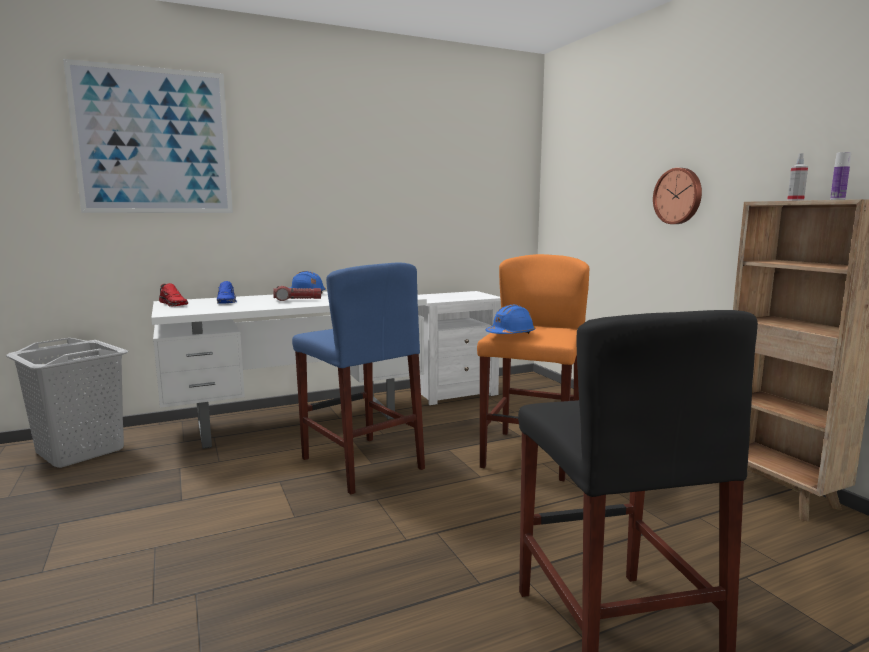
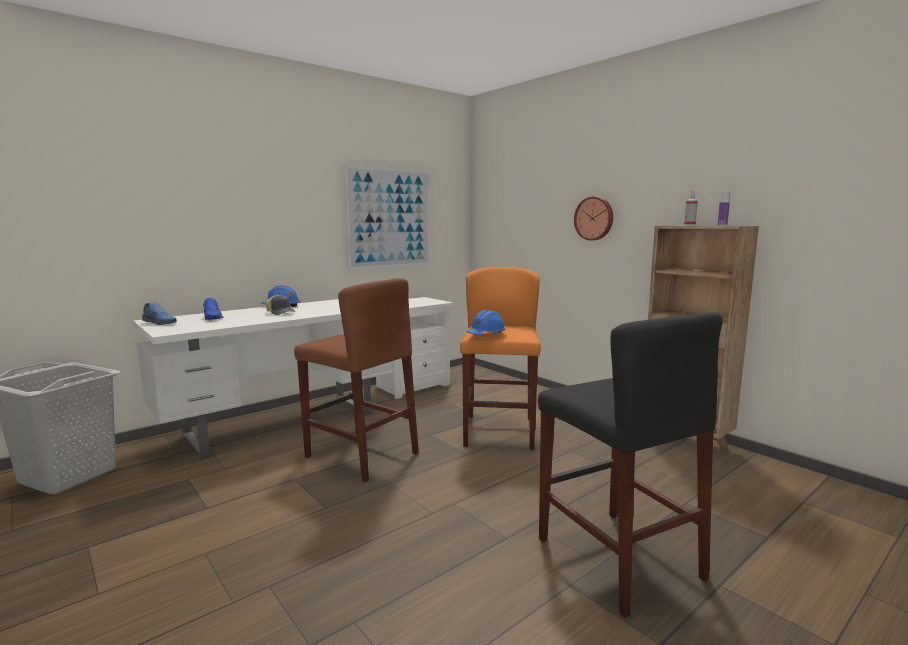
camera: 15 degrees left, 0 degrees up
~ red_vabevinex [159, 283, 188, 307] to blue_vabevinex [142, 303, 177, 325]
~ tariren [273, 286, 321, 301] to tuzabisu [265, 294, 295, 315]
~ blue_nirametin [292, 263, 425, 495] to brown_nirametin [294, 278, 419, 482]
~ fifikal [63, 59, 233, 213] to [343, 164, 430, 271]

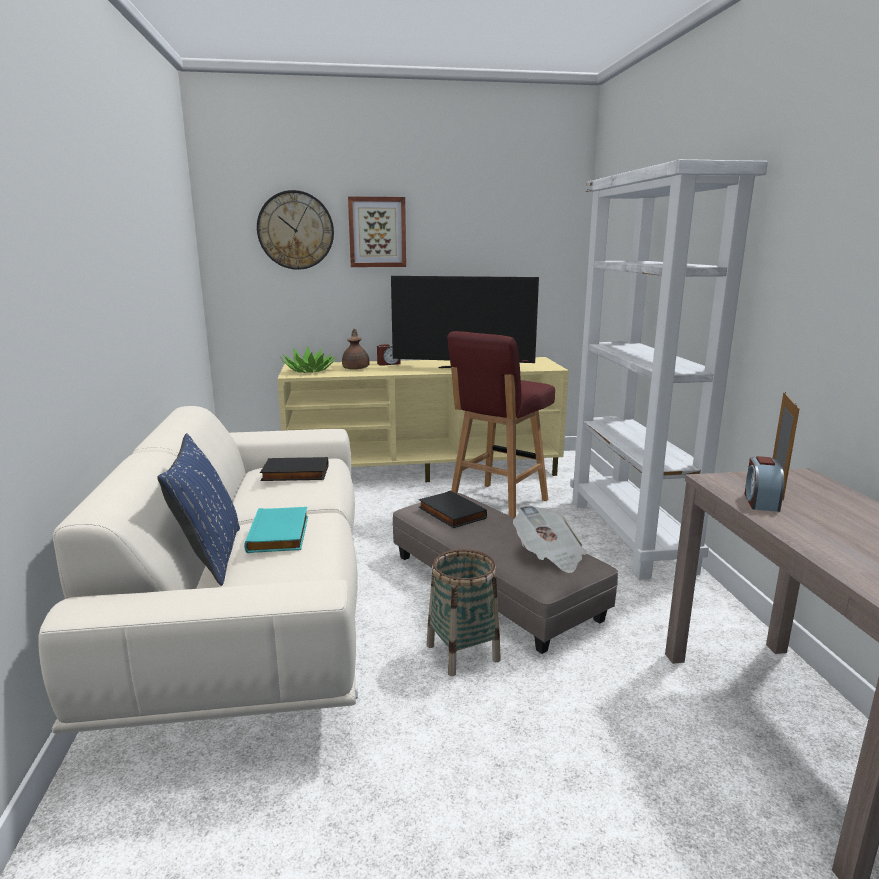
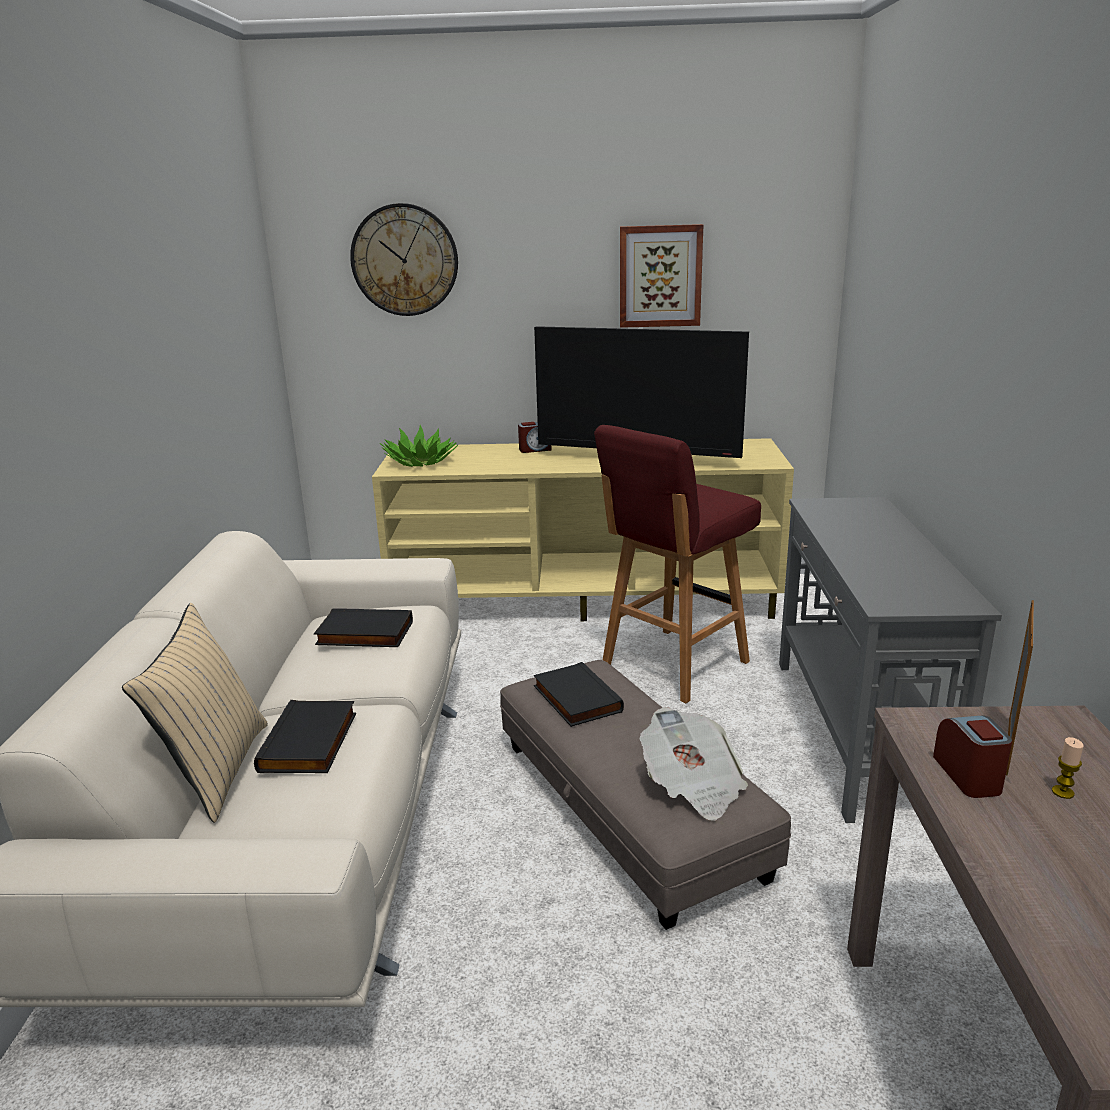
camera: 10 degrees right, 5 degrees up
~ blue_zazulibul [157, 433, 240, 586] to beige_zazulibul [122, 603, 268, 823]
~ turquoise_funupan [244, 507, 308, 553] to black_funupan [254, 700, 356, 773]
~ fifikal [348, 196, 406, 267] to [620, 224, 703, 328]
~ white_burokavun [570, 159, 768, 580] to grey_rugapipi [779, 497, 1002, 823]
~ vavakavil [745, 456, 785, 512] = [933, 715, 1012, 798] 150 degrees clockwise
+ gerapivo [1052, 737, 1083, 799]
- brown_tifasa [342, 329, 370, 370]
- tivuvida [427, 549, 501, 676]

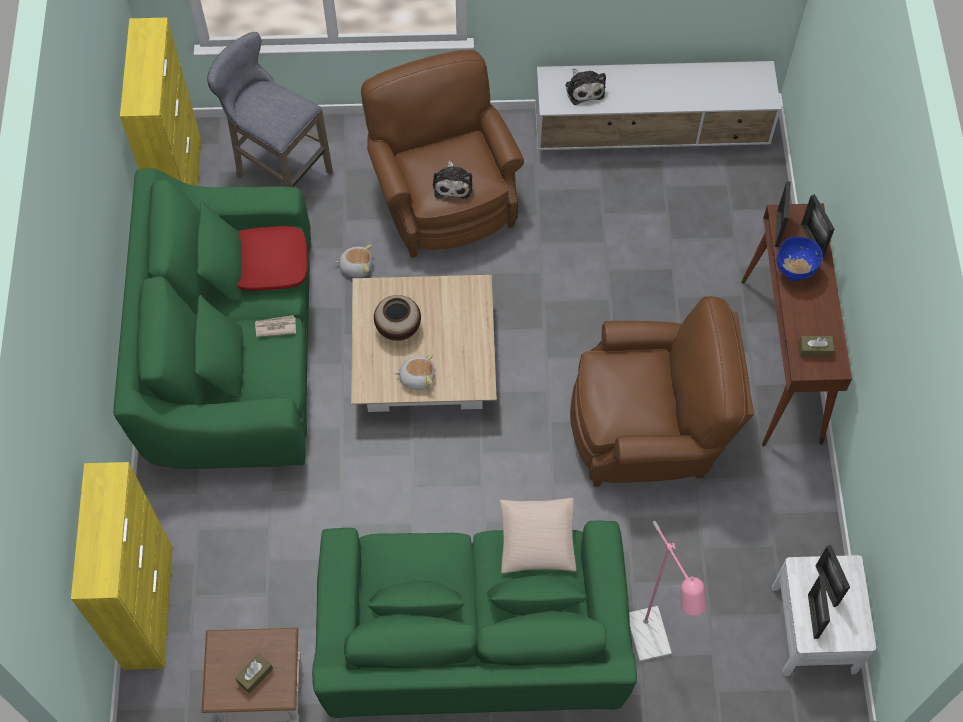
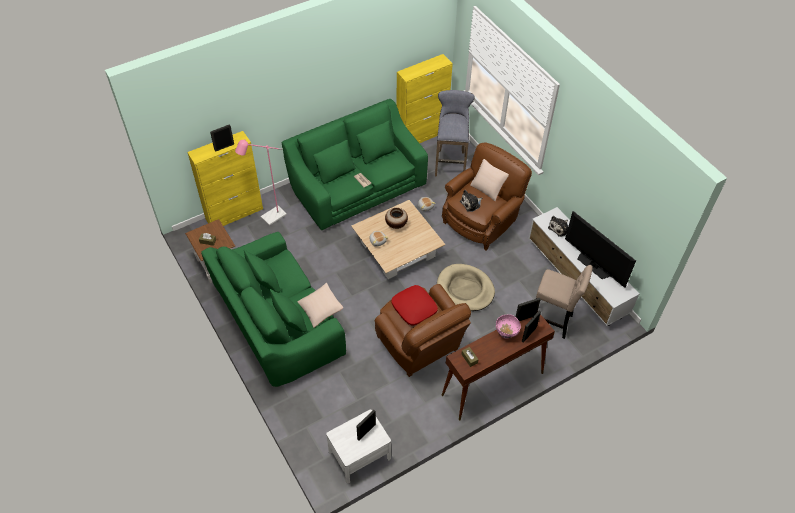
camera: 60 degrees right, 10 degrees down
~ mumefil [808, 575, 830, 639] to [210, 124, 234, 152]
~ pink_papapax [629, 521, 707, 662] to [235, 140, 287, 226]
~ red_zazulibul [237, 226, 308, 291] to [392, 285, 438, 325]
+ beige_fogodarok [437, 264, 495, 311]
+ beige_zazulibul [470, 159, 509, 201]
~ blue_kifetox [777, 237, 823, 281] to pink_kifetox [496, 315, 521, 339]
+ beige_nirametin [536, 265, 593, 339]
+ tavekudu [565, 211, 636, 288]

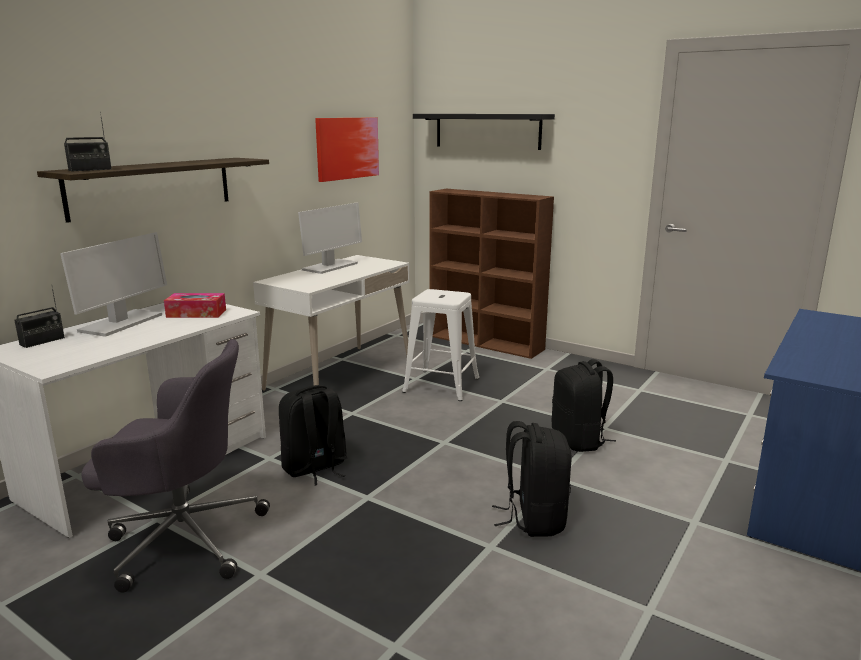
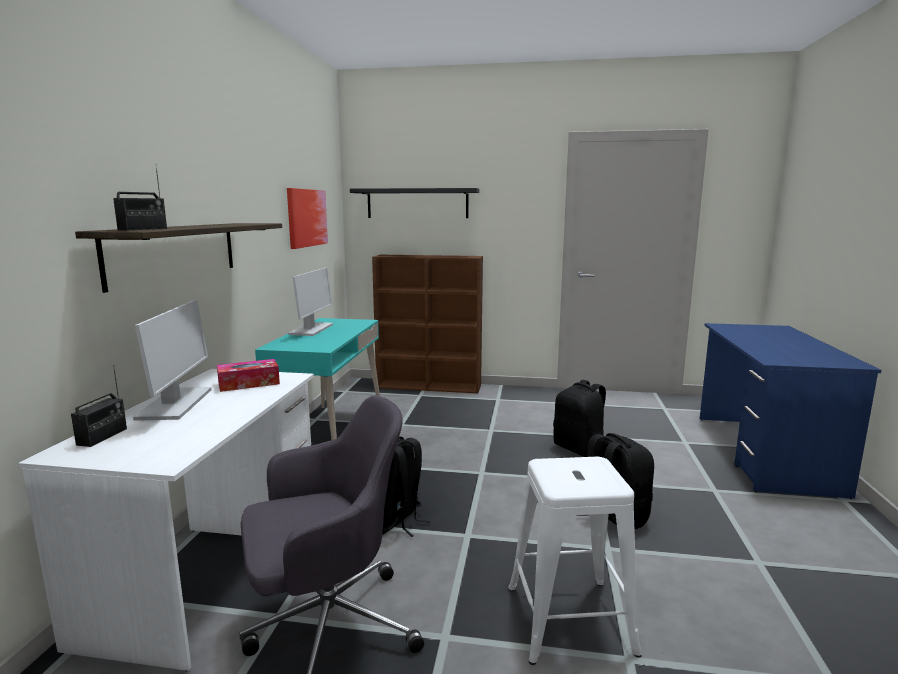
camera: 25 degrees left, 5 degrees down
~ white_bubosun [253, 255, 410, 391] to turquoise_bubosun [255, 318, 380, 440]
~ white_nirametin [402, 289, 479, 401] to [508, 457, 642, 665]

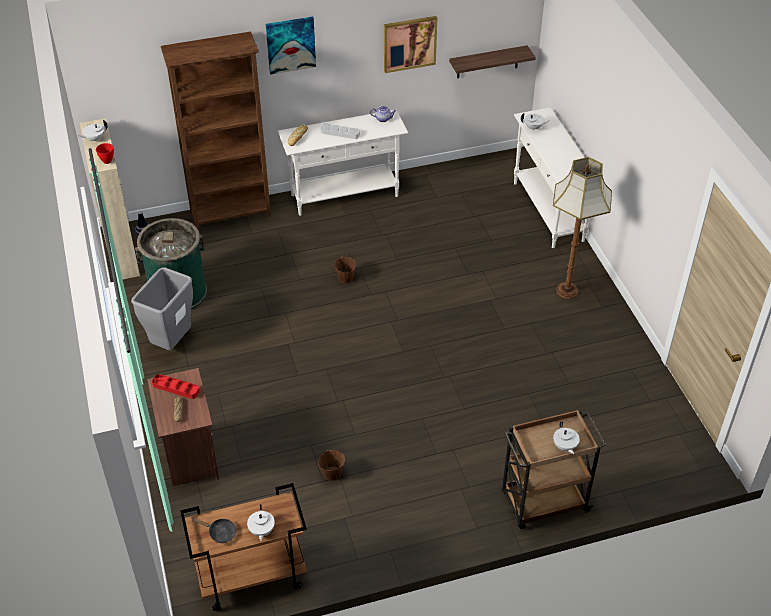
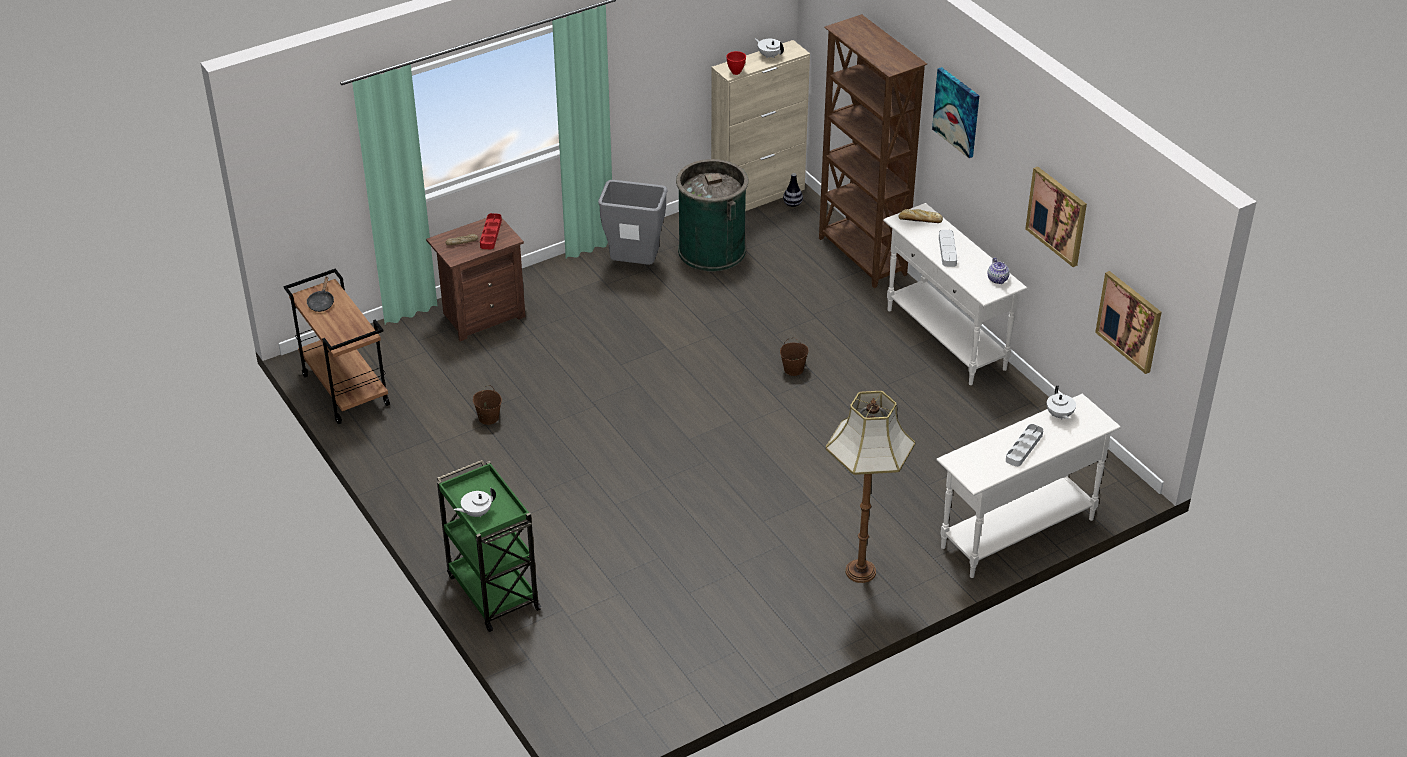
camera: 75 degrees right, 5 degrees down
~ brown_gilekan [502, 409, 606, 529] to green_gilekan [437, 460, 542, 632]
+ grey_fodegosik [1006, 424, 1043, 467]
~ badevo [449, 45, 536, 78] to fifikal [1095, 271, 1162, 374]
- white_tifasa [247, 504, 275, 541]

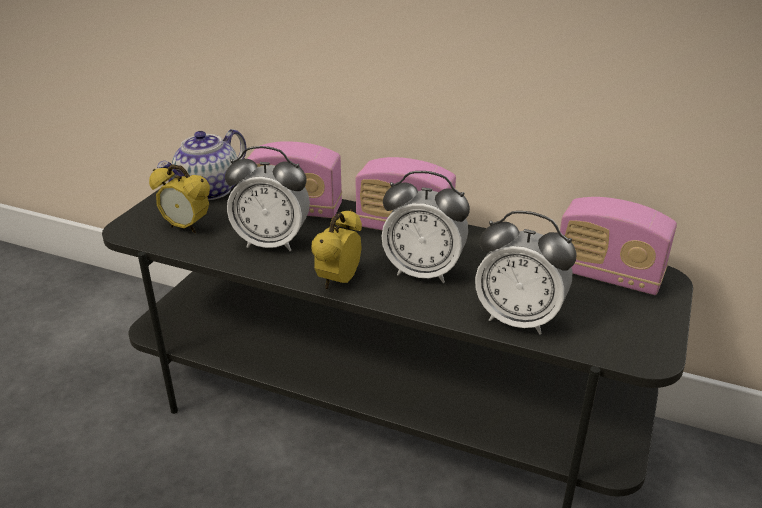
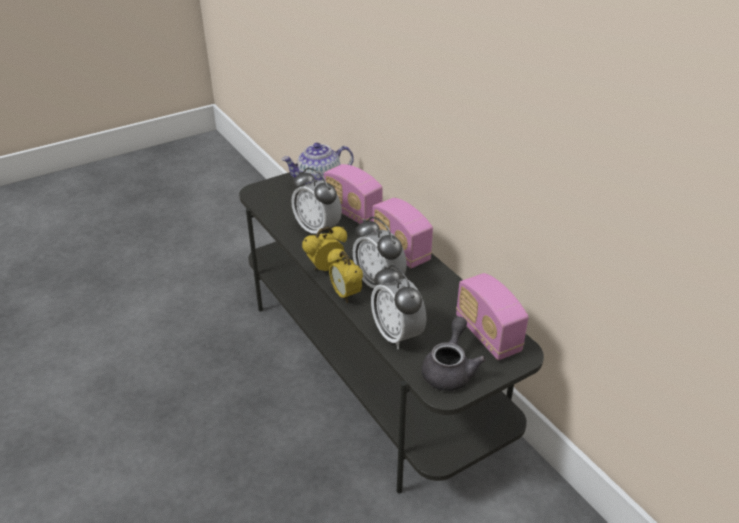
camera: 35 degrees right, 5 degrees up
~ vavakavil [149, 164, 210, 233] to [327, 248, 363, 303]
+ grey_tifasa [422, 316, 486, 391]

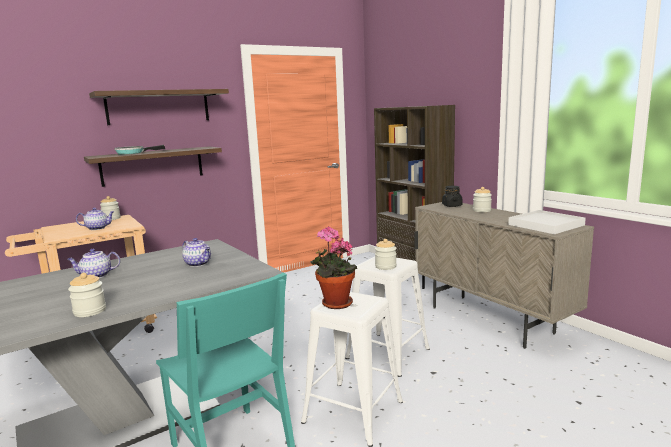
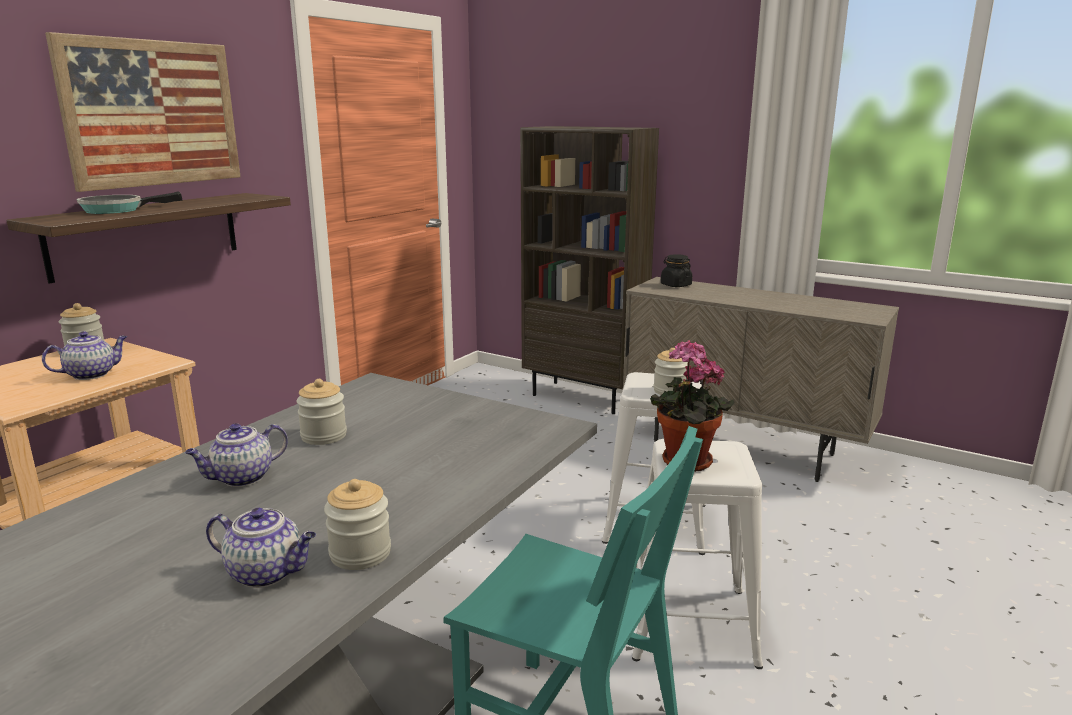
camera: 25 degrees left, 5 degrees up
~ badevo [89, 89, 229, 125] to fifikal [45, 32, 240, 192]
~ tifasa [182, 238, 211, 267] to [206, 508, 316, 588]
~ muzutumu [473, 187, 492, 212] to [297, 379, 347, 445]
- white_fodegosik [508, 210, 586, 234]

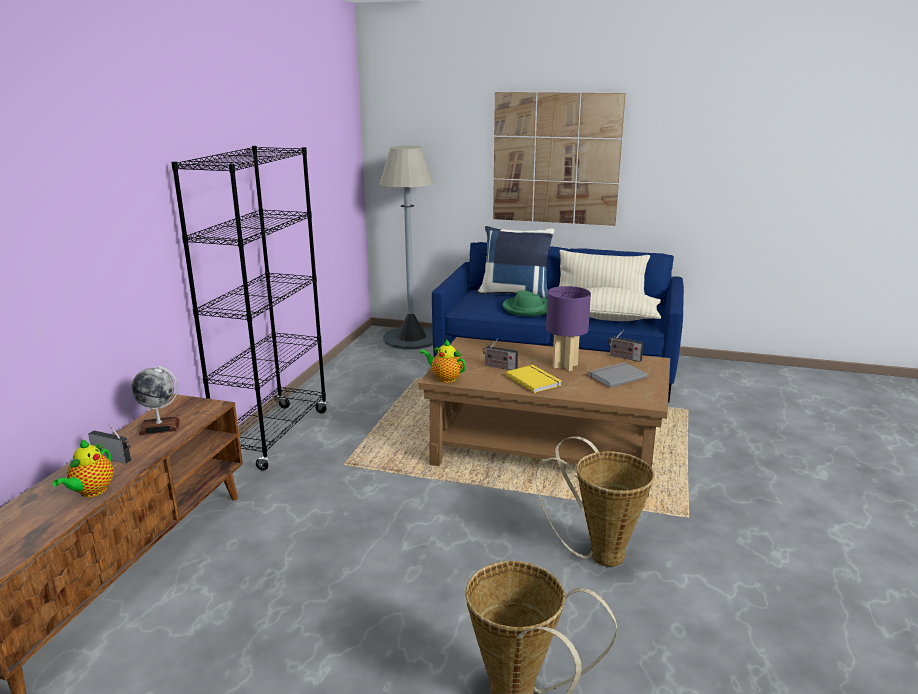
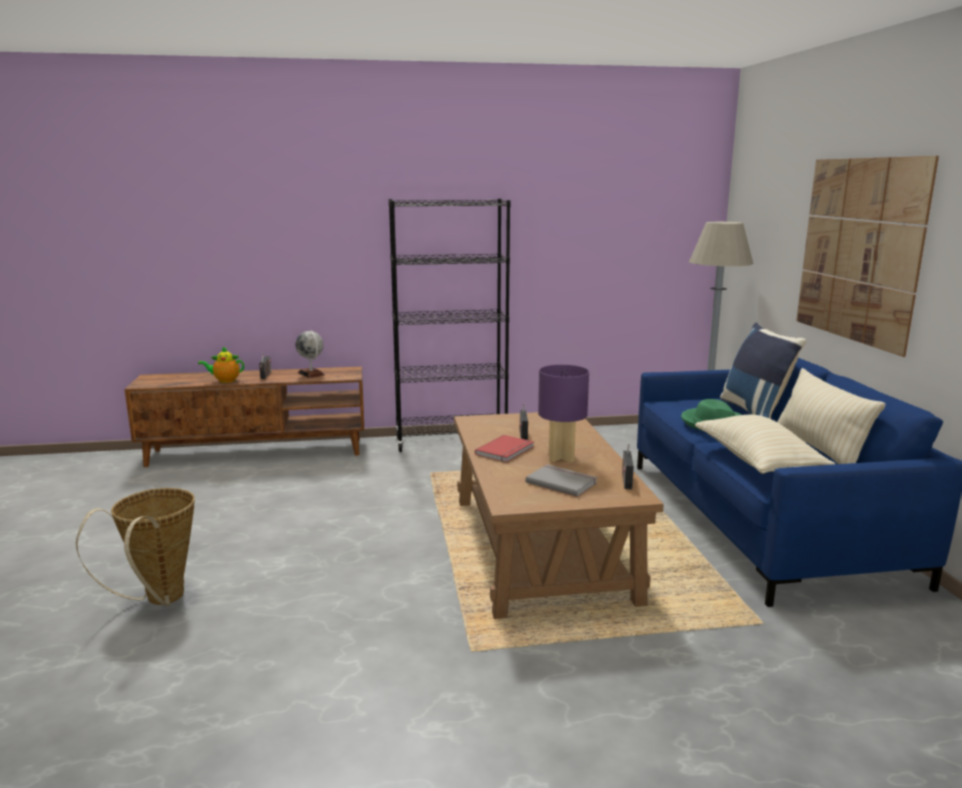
camera: 65 degrees right, 5 degrees down
~ yellow_funupan [506, 365, 562, 393] to red_funupan [475, 435, 534, 463]
- tifasa [419, 339, 466, 383]
- tivuvida [536, 436, 654, 567]

